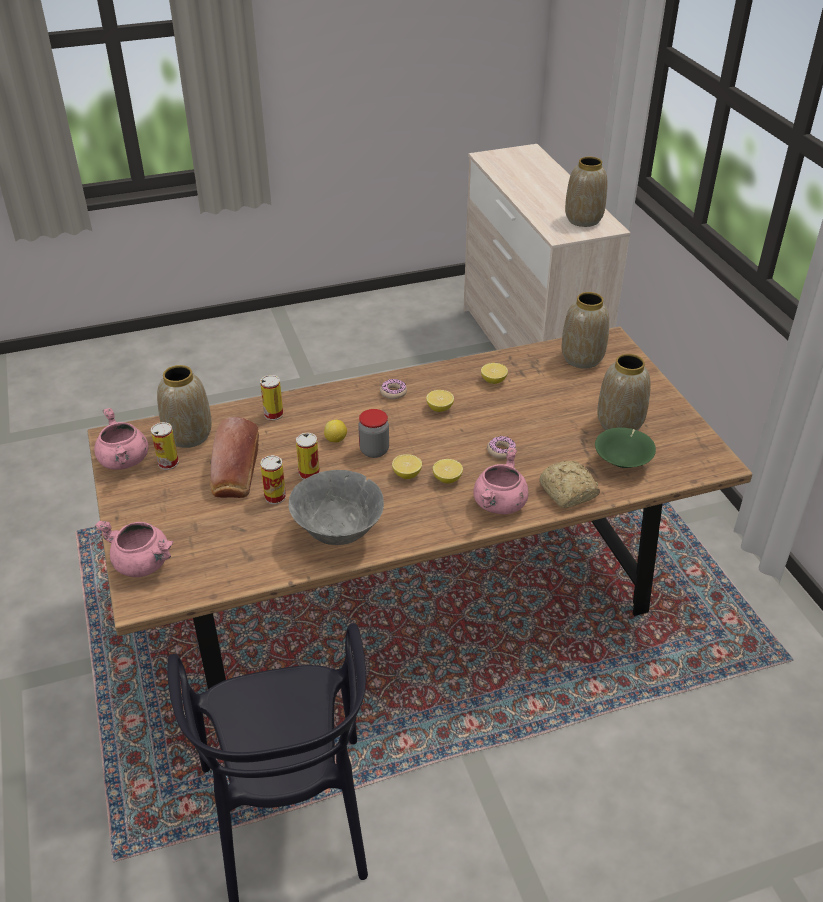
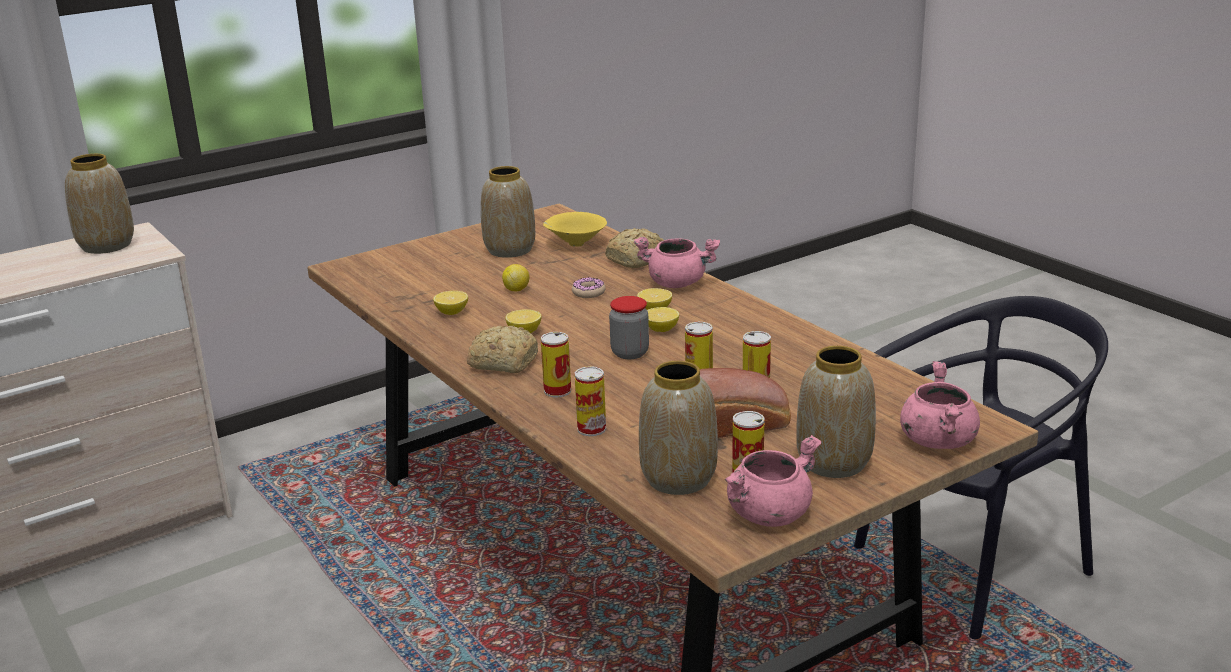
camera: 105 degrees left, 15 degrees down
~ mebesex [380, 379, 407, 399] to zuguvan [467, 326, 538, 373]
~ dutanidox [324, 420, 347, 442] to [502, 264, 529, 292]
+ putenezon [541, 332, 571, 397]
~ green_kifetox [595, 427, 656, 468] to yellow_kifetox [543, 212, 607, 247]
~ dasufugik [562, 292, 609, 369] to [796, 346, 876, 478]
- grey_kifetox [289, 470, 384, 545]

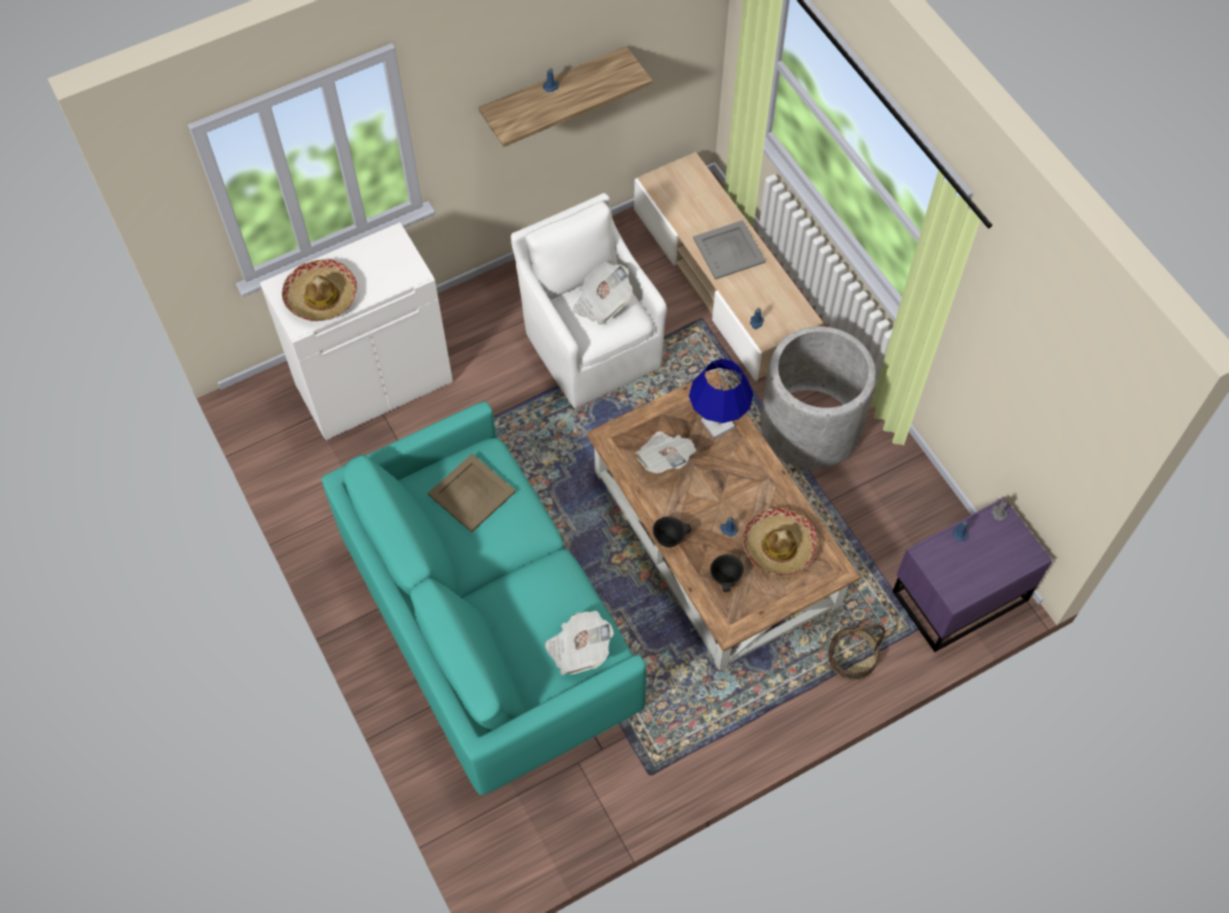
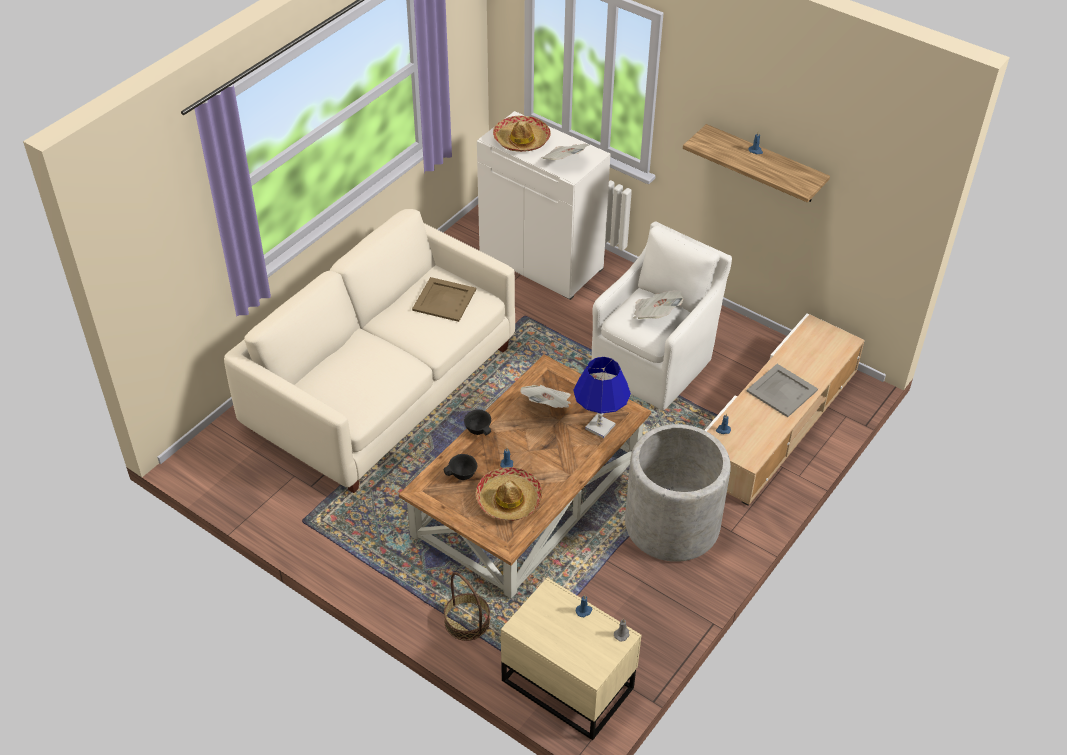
camera: 65 degrees right, 15 degrees down
~ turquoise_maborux [322, 401, 646, 795] to white_maborux [224, 209, 515, 493]
~ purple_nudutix [892, 498, 1053, 652] to beige_nudutix [501, 578, 641, 740]
~ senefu [545, 611, 614, 675] to [541, 144, 589, 160]

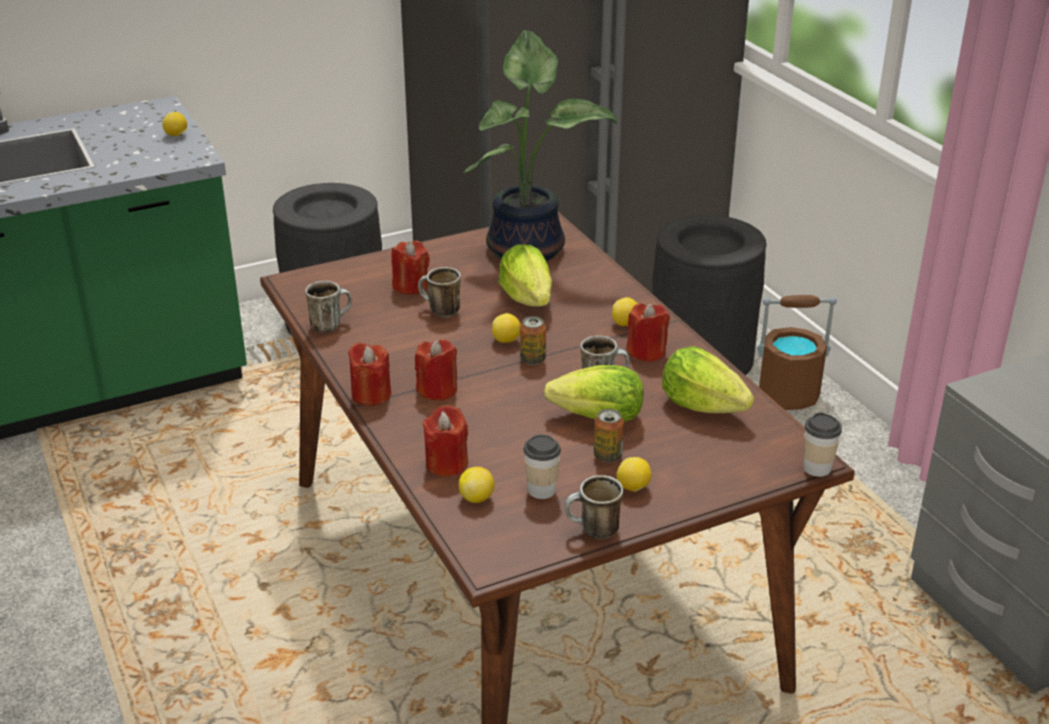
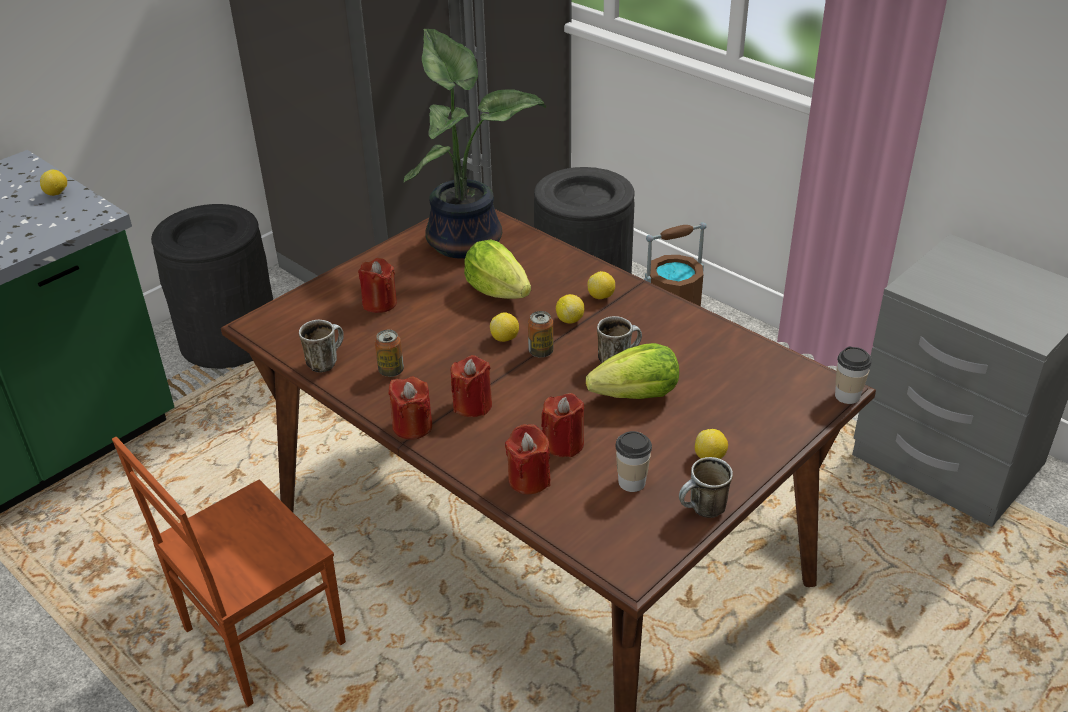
camera: 20 degrees left, 5 degrees up
+ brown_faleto [112, 437, 346, 707]
~ putenezon [594, 409, 624, 462] to [375, 330, 404, 377]
~ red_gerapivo [626, 303, 670, 362] to [541, 393, 584, 457]
~ dutanidox [459, 467, 495, 503] to [556, 294, 584, 324]
- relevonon [418, 267, 461, 318]
- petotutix [662, 346, 754, 413]

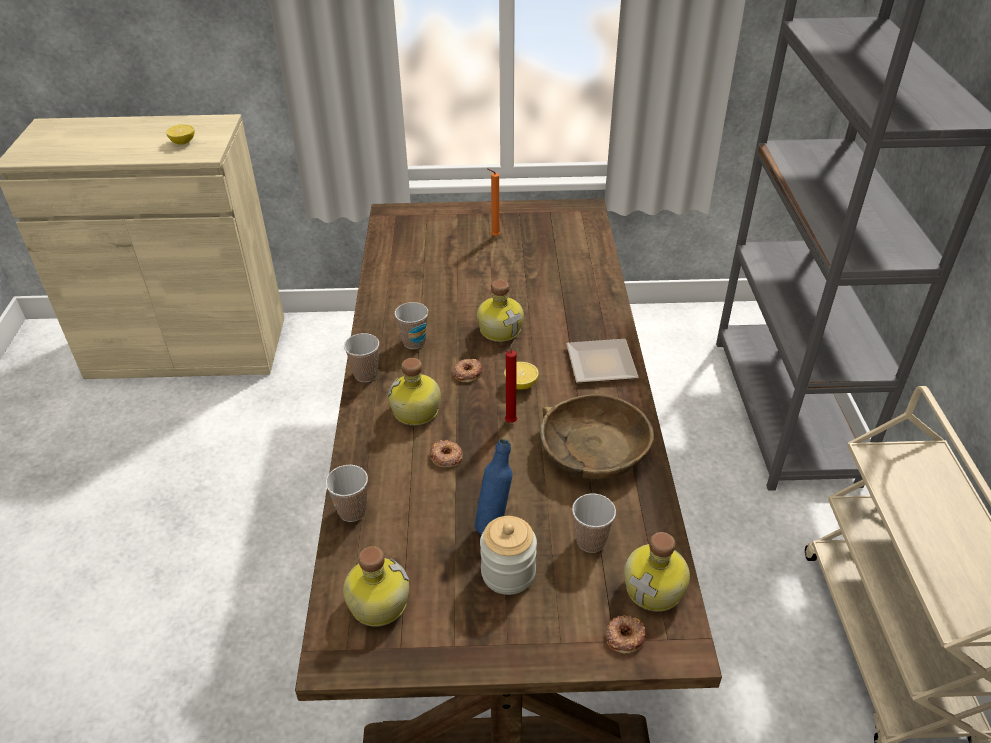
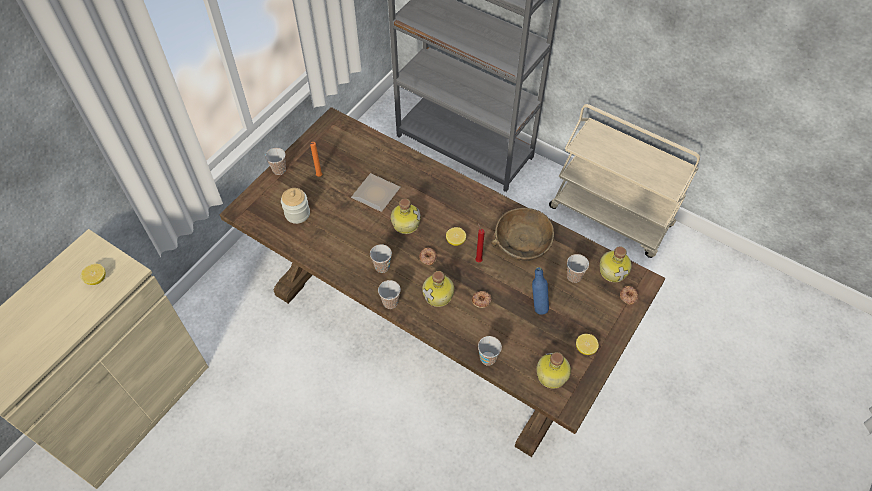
camera: 55 degrees left, 15 degrees up
+ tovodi [265, 148, 286, 175]
~ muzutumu [480, 516, 537, 595] to [281, 188, 310, 224]
~ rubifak [566, 339, 639, 383] to [351, 173, 400, 212]
+ dutanidox [576, 334, 599, 355]

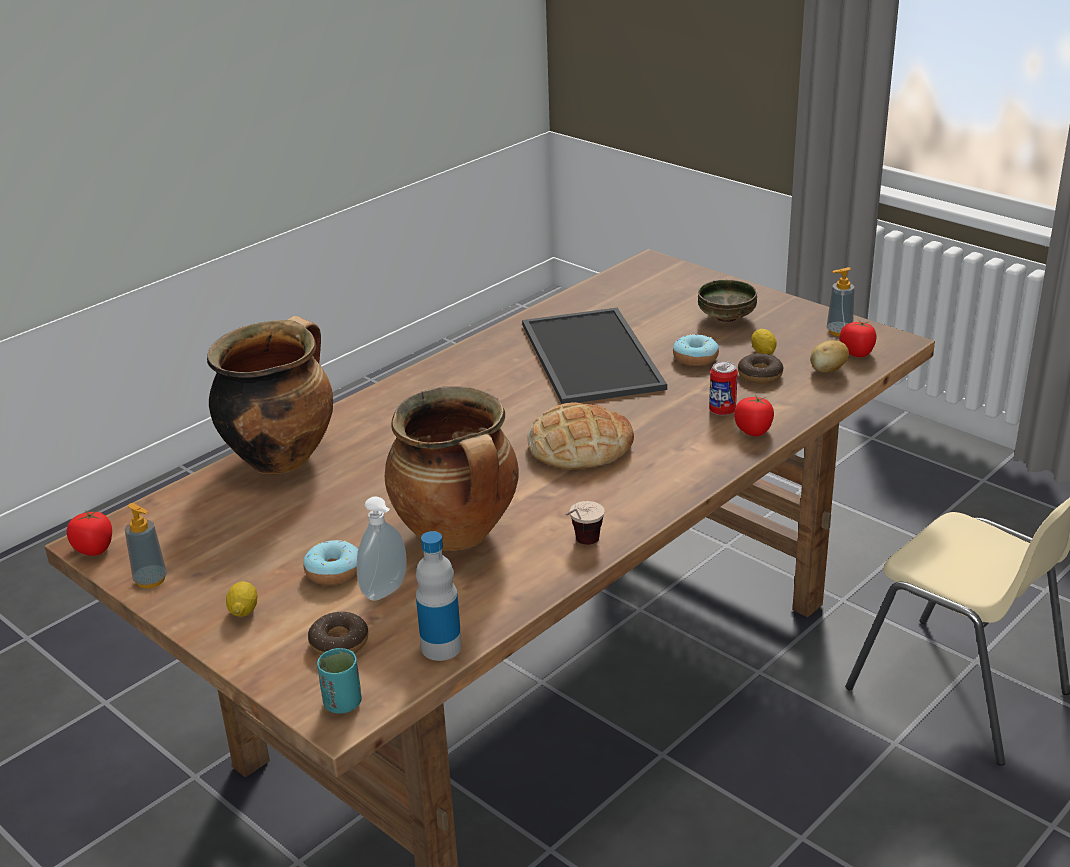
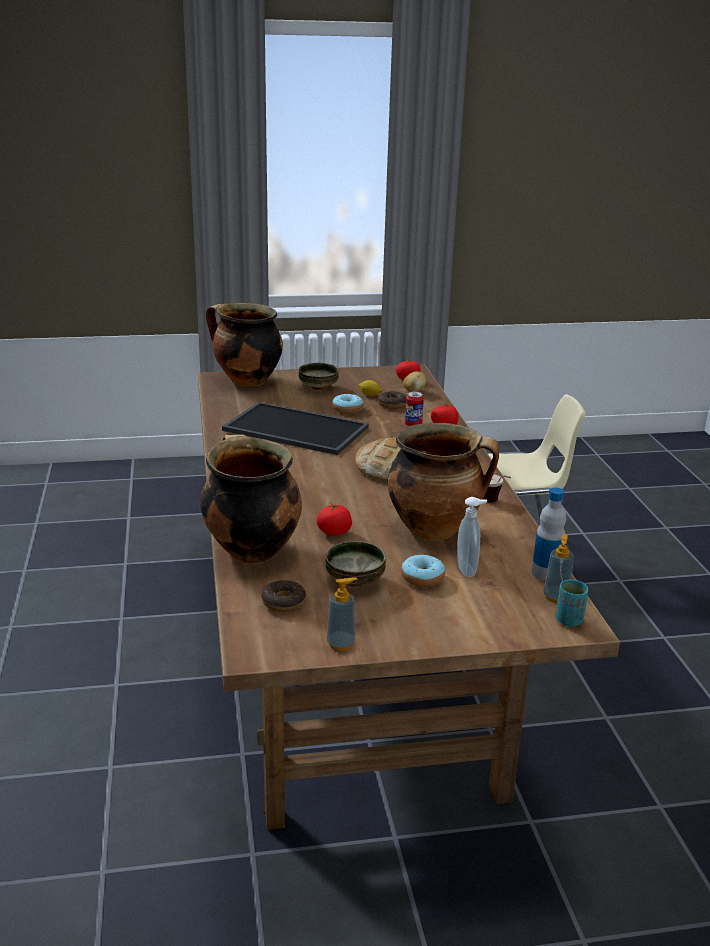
camera: 55 degrees left, 5 degrees down
+ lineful [206, 303, 283, 386]
~ mebesex [308, 612, 368, 655] to [262, 580, 306, 612]
~ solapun [67, 509, 112, 556] to [316, 504, 352, 536]
+ kifetox [326, 541, 386, 587]
~ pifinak [827, 267, 855, 336] to [544, 534, 574, 603]
- dutanidox [226, 581, 258, 617]

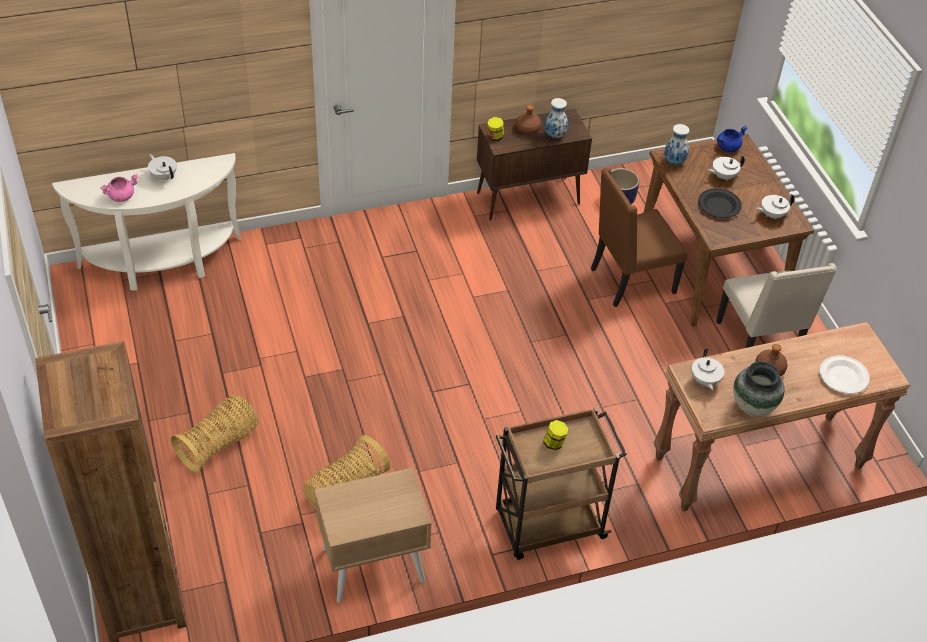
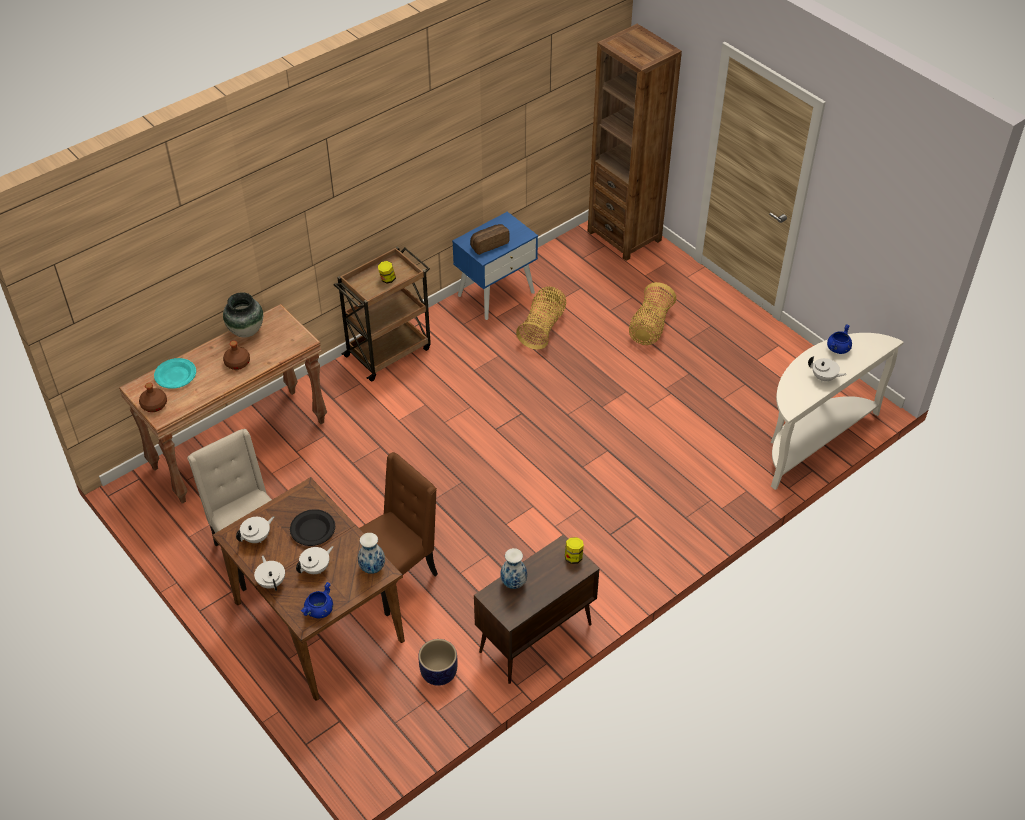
camera: 160 degrees right, 0 degrees up
~ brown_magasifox [516, 105, 541, 135] to [139, 383, 167, 412]
~ white_rubifak [820, 355, 870, 394] to turquoise_rubifak [154, 358, 196, 389]
~ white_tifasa [692, 349, 724, 390] to [254, 555, 285, 591]
~ beige_nudutix [314, 468, 432, 603] to blue_nudutix [452, 212, 538, 320]
+ zuguvan [470, 224, 510, 255]
~ pink_lineful [100, 174, 138, 202] to blue_lineful [827, 324, 852, 354]

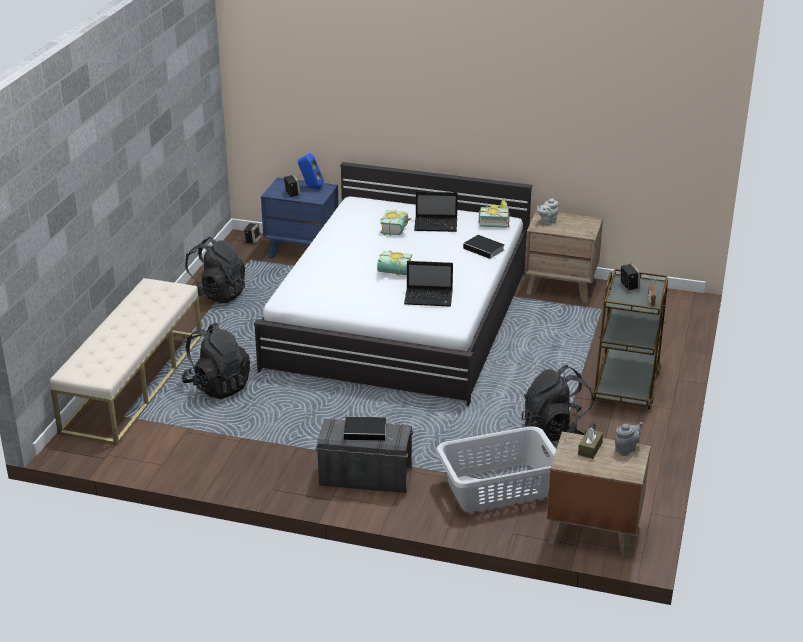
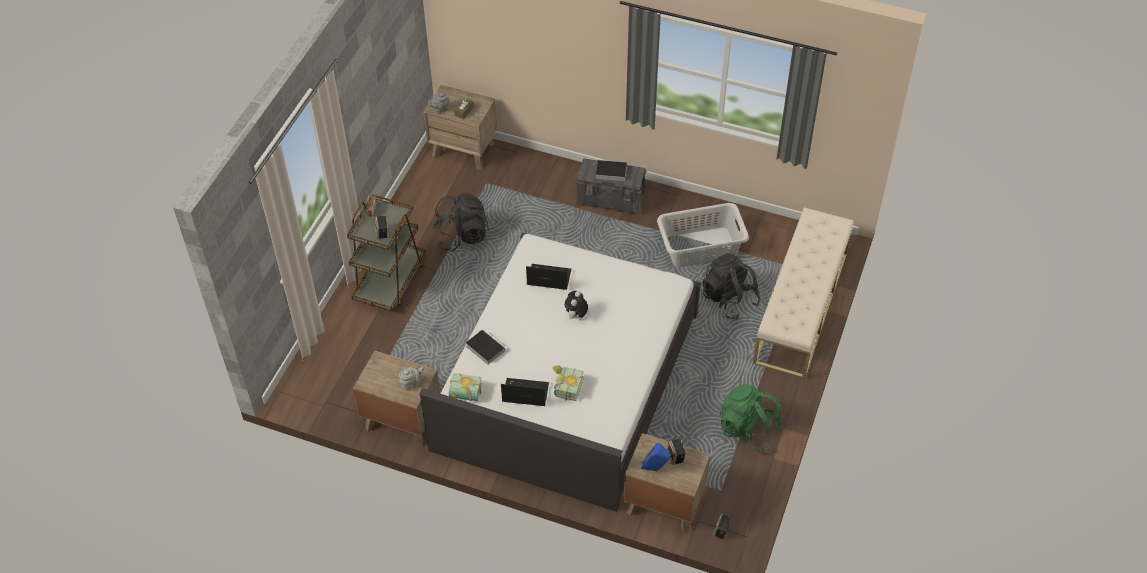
camera: 175 degrees left, 20 degrees up
~ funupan [377, 250, 412, 275] to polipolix [565, 291, 588, 320]
~ blue_nudutix [261, 177, 339, 259] to brown_nudutix [624, 433, 710, 533]
~ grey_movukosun [436, 426, 556, 512] to [657, 203, 749, 267]
~ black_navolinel [185, 237, 245, 303] to green_navolinel [719, 384, 783, 451]

